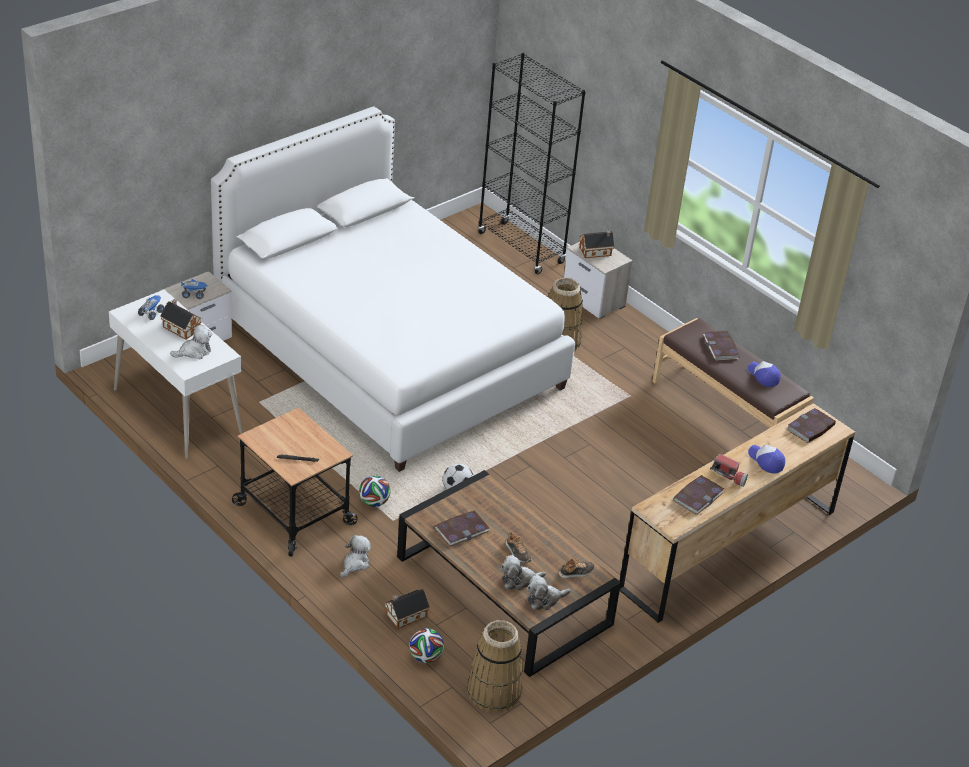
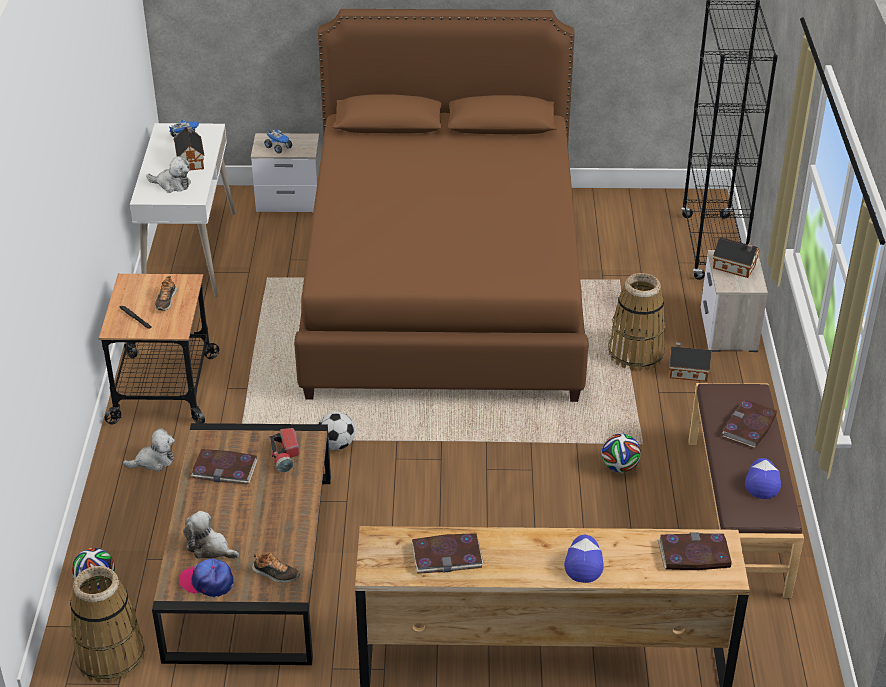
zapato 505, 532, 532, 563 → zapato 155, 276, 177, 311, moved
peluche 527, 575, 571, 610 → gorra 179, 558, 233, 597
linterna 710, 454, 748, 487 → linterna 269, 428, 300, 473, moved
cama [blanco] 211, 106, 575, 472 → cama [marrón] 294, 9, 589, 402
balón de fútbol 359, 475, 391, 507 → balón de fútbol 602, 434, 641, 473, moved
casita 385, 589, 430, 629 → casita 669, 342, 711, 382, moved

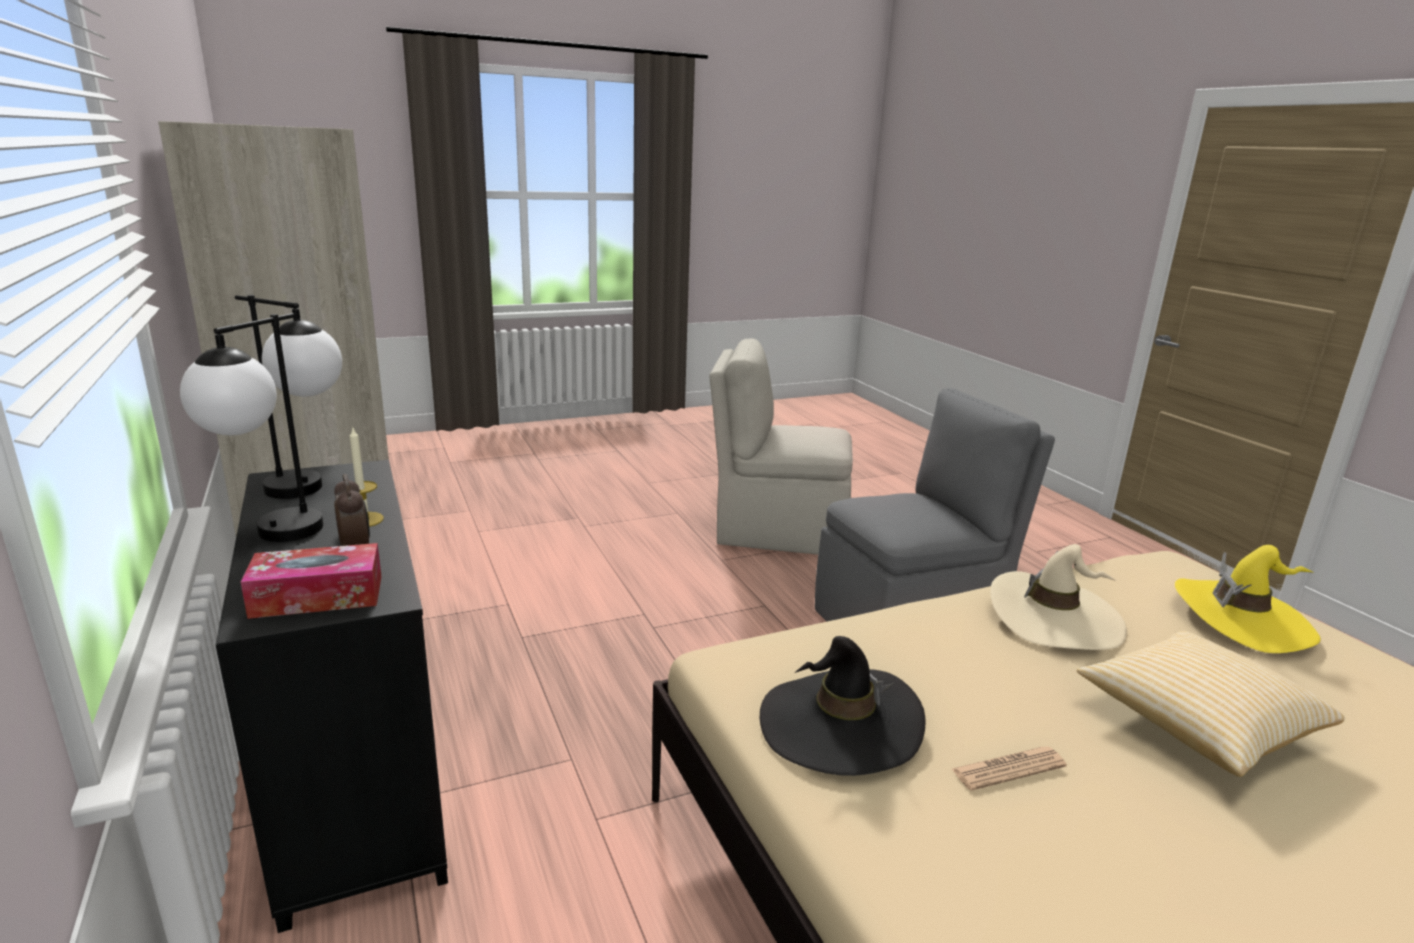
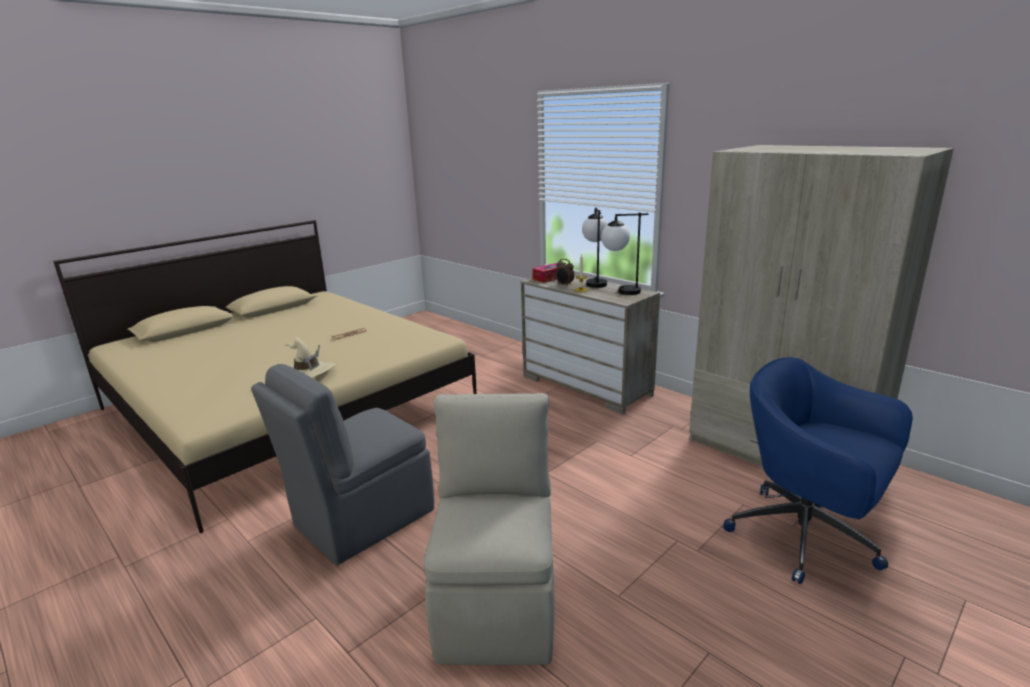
silla [beis] 709, 338, 853, 555 → silla [beis] 424, 393, 554, 665, 75 degrees counterclockwise
cómoda [negro] 216, 460, 448, 933 → cómoda [beis] 520, 275, 660, 414
- → silla de oficina [azul] 723, 357, 913, 584
sombrero [negro] 760, 636, 926, 776 → -
cojín 1077, 631, 1345, 777 → -
sombrero [amarillo] 1175, 545, 1321, 653 → -

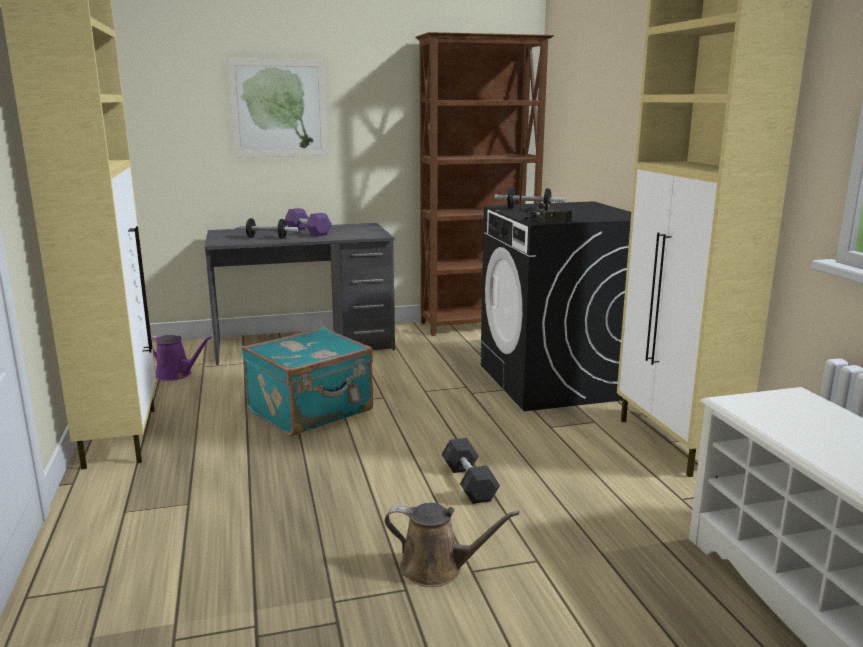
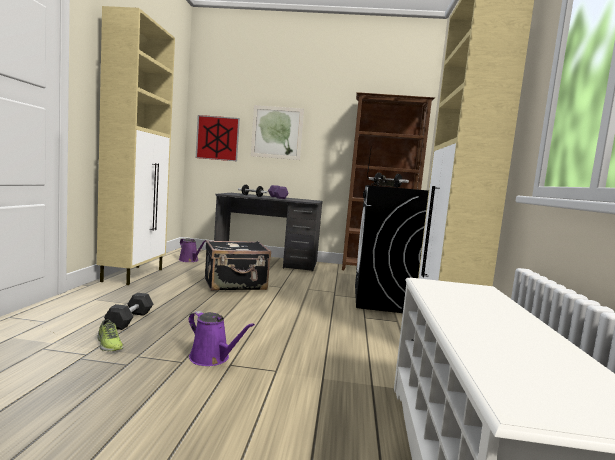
- → zapato 98, 319, 124, 351
mancuerna [gris] 441, 438, 500, 504 → mancuerna [gris] 104, 293, 153, 330, moved
regadera [marrón] 385, 503, 520, 587 → regadera [morado] 189, 311, 255, 366
- → cuadro 196, 115, 240, 161
maleta [turquesa] 242, 327, 373, 436 → maleta [negro] 205, 240, 271, 291

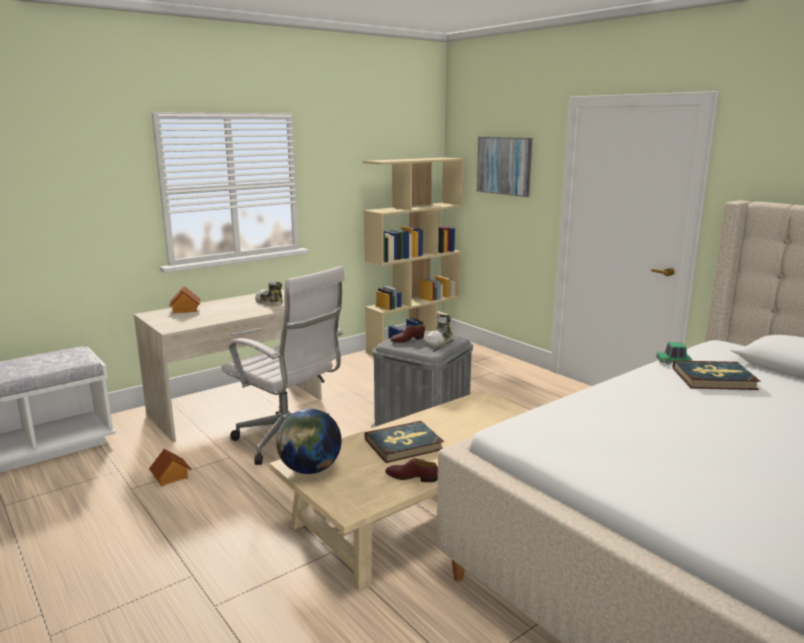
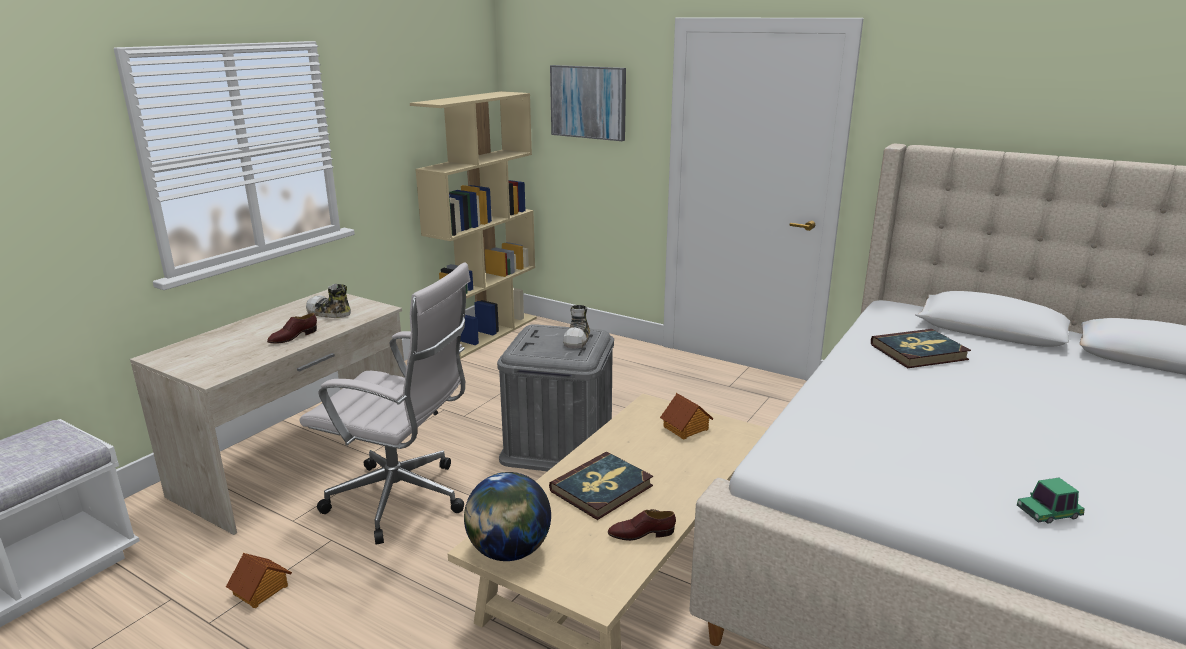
zapato [marrón] 390, 324, 425, 343 → zapato [marrón] 267, 313, 317, 343, moved
casita 169, 286, 200, 314 → casita 660, 393, 714, 439, moved
coche de juguete 656, 342, 692, 365 → coche de juguete 1017, 478, 1085, 524, moved

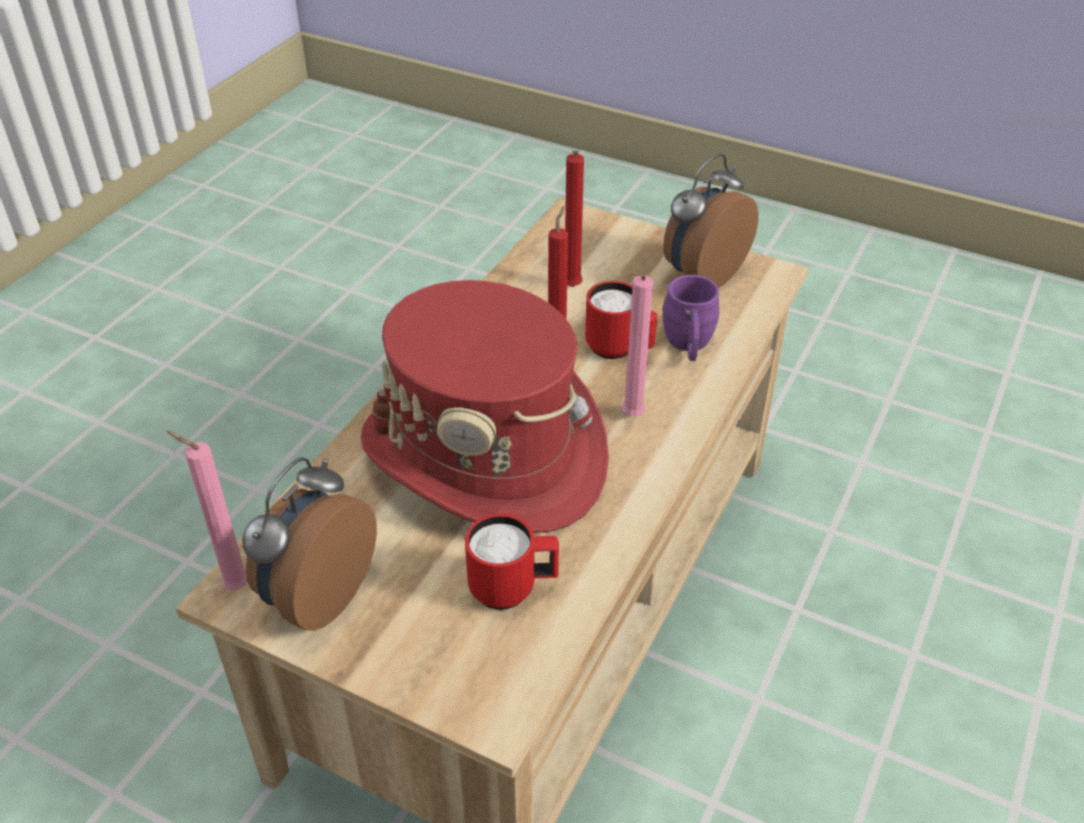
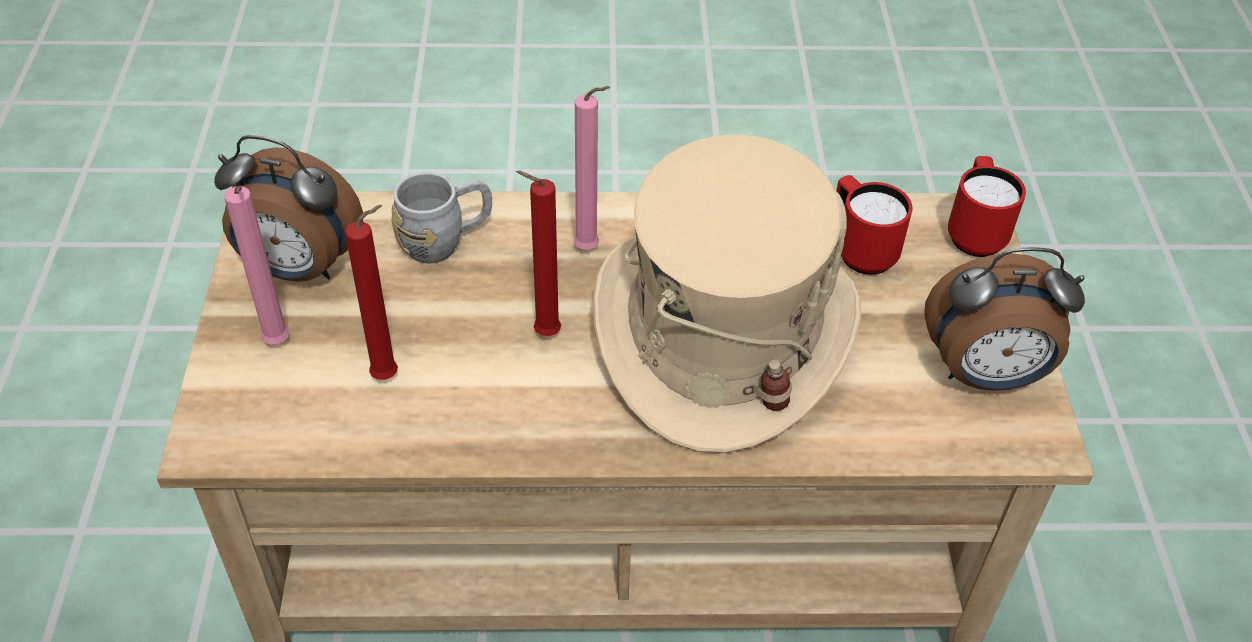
vela [rosa] 166, 431, 247, 590 → vela [rosa] 224, 186, 289, 344, moved
taza grande [morado] 662, 275, 720, 361 → taza grande [gris] 392, 172, 492, 263
sombrero [rojo] 361, 280, 609, 533 → sombrero [beis] 593, 134, 861, 453
taza grande [rojo] 585, 281, 657, 359 → taza grande [rojo] 948, 156, 1026, 257, moved

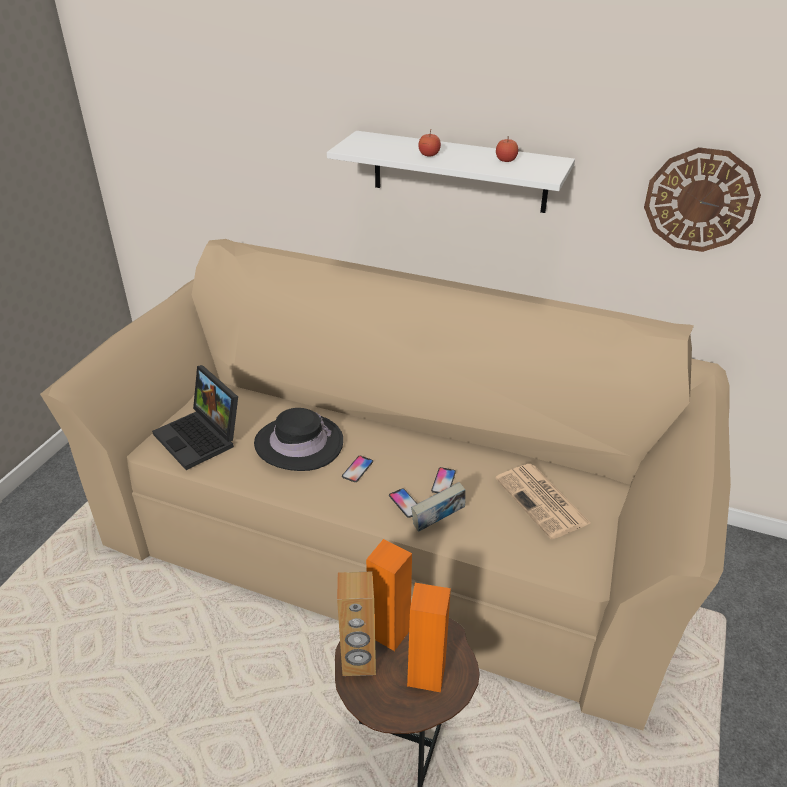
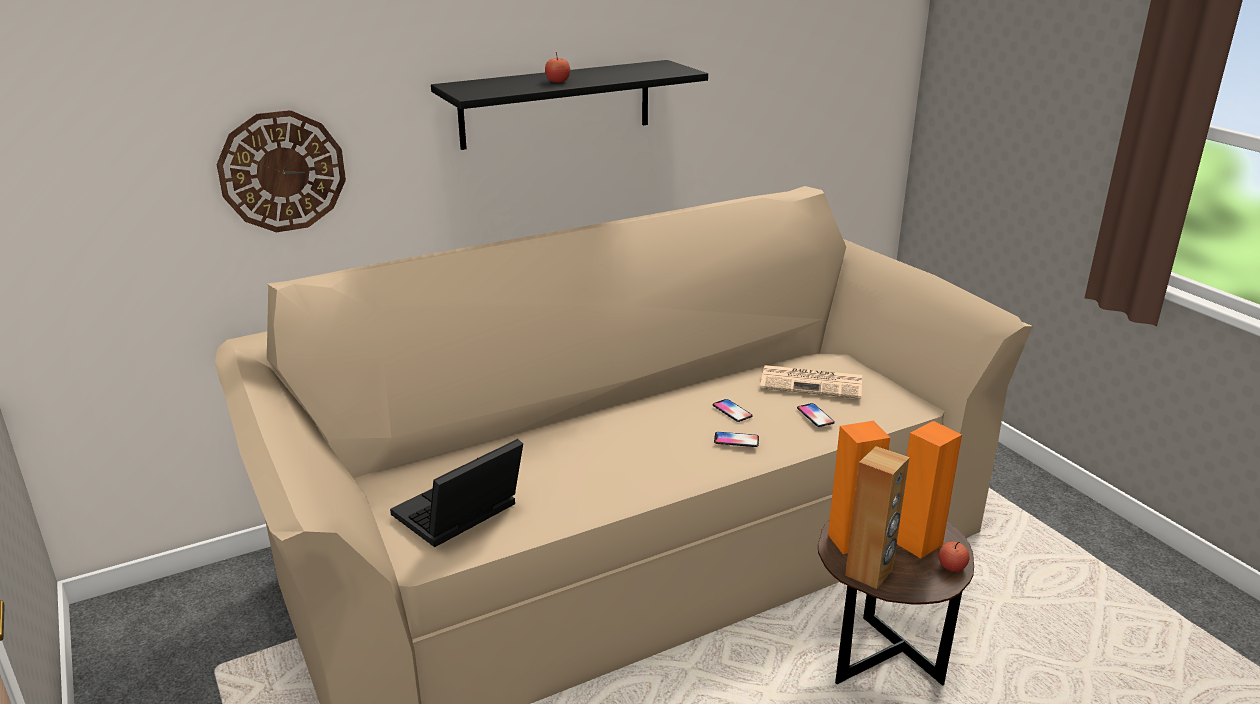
reloj de pared 644, 147, 761, 252 → reloj de pared 217, 110, 346, 232, moved
portátil 152, 365, 238, 470 → portátil 390, 439, 523, 547, 135 degrees clockwise
estante [blanco] 327, 131, 575, 213 → estante [negro] 431, 60, 708, 150
móvil 342, 456, 373, 482 → móvil 797, 403, 835, 427, moved
manzana 496, 139, 518, 162 → manzana 938, 541, 970, 572, moved
sombrero [negro] 254, 408, 343, 471 → -
libro 411, 482, 465, 532 → -

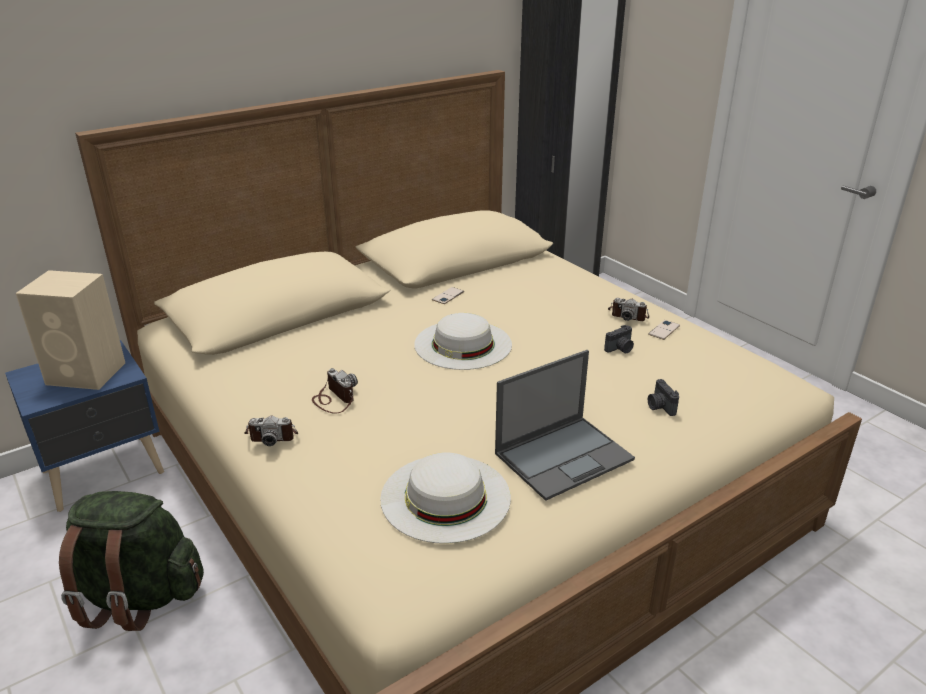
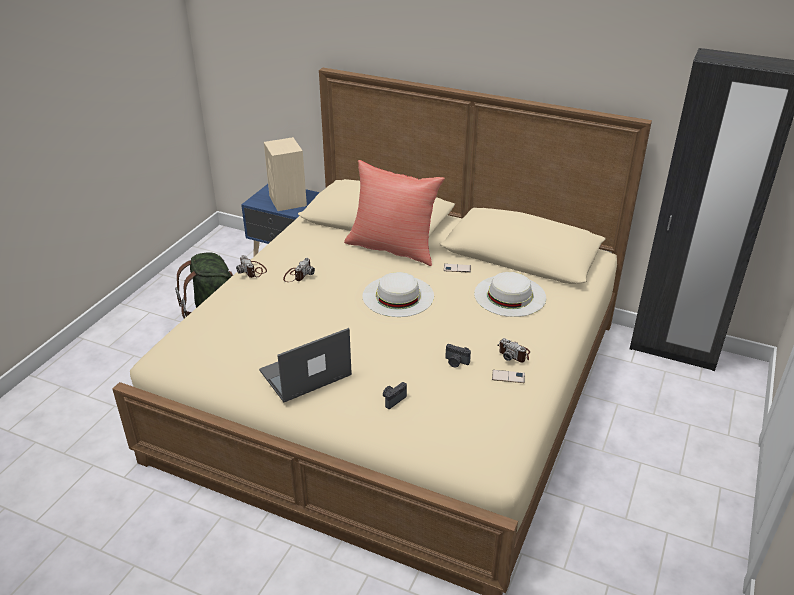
portátil 495, 350, 635, 501 → portátil 259, 328, 352, 402, 120 degrees clockwise
- → cojín [rojo] 344, 160, 445, 266
sombrero [blanco] 381, 452, 511, 544 → sombrero [blanco] 474, 272, 546, 317, moved
cámara 608, 298, 649, 321 → cámara 497, 338, 530, 362, 45 degrees counterclockwise

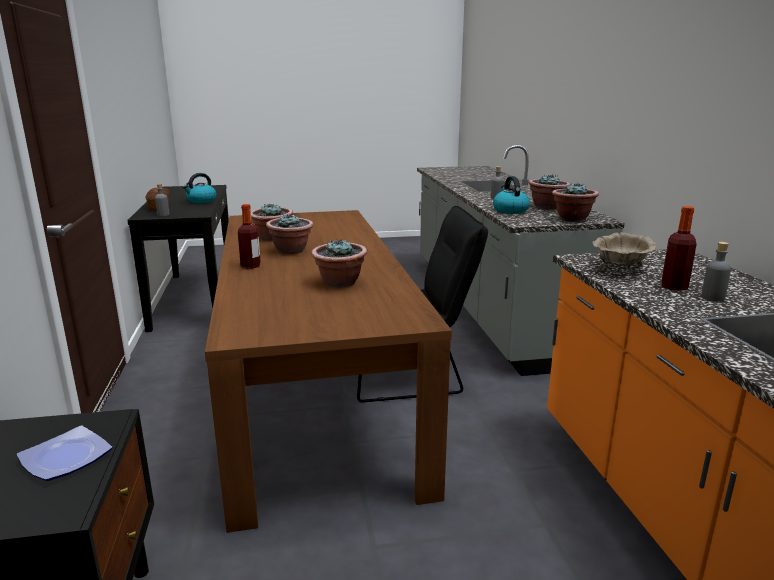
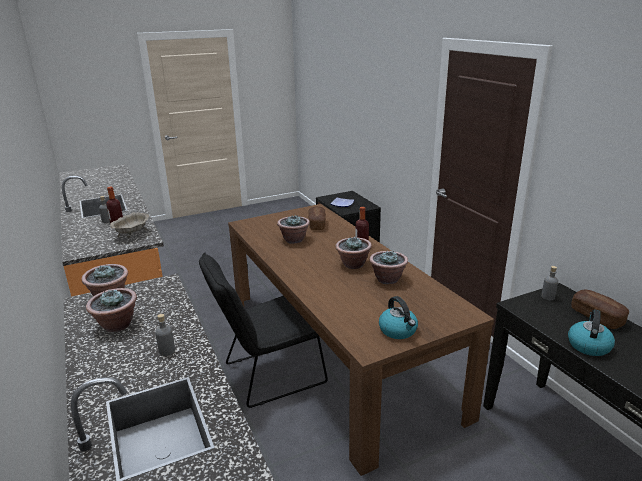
- → pan 308, 206, 326, 230
hervidor 493, 176, 530, 214 → hervidor 379, 296, 418, 339, moved

